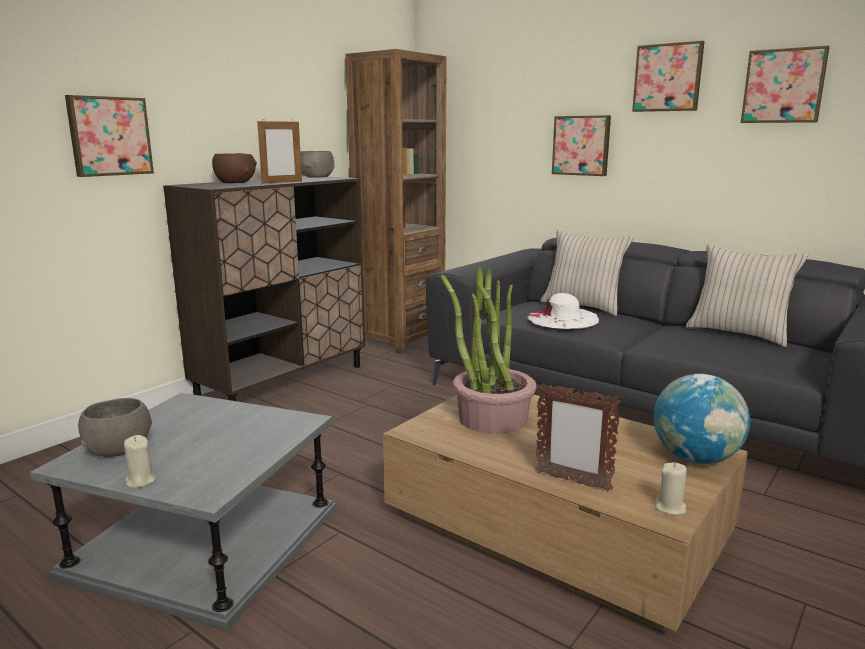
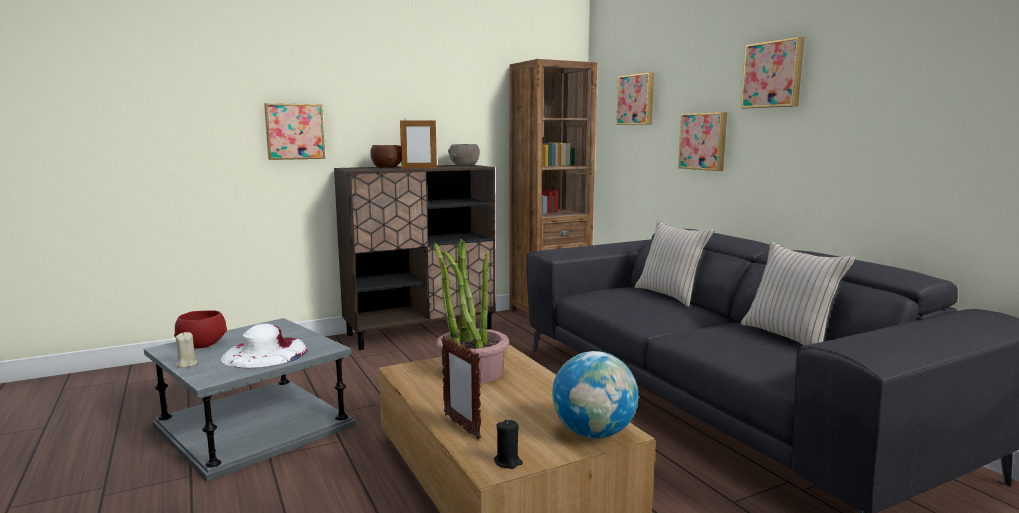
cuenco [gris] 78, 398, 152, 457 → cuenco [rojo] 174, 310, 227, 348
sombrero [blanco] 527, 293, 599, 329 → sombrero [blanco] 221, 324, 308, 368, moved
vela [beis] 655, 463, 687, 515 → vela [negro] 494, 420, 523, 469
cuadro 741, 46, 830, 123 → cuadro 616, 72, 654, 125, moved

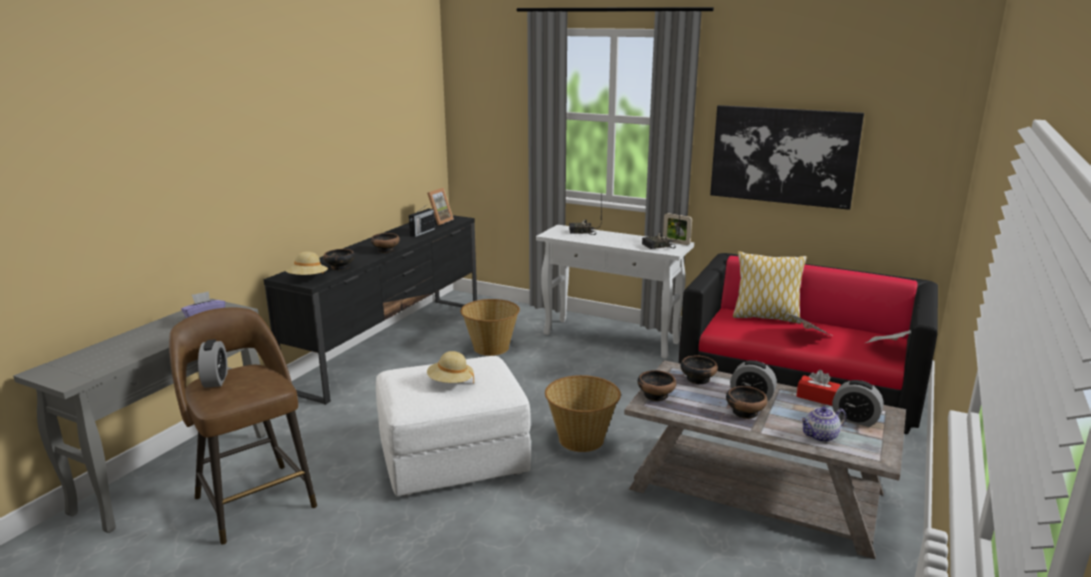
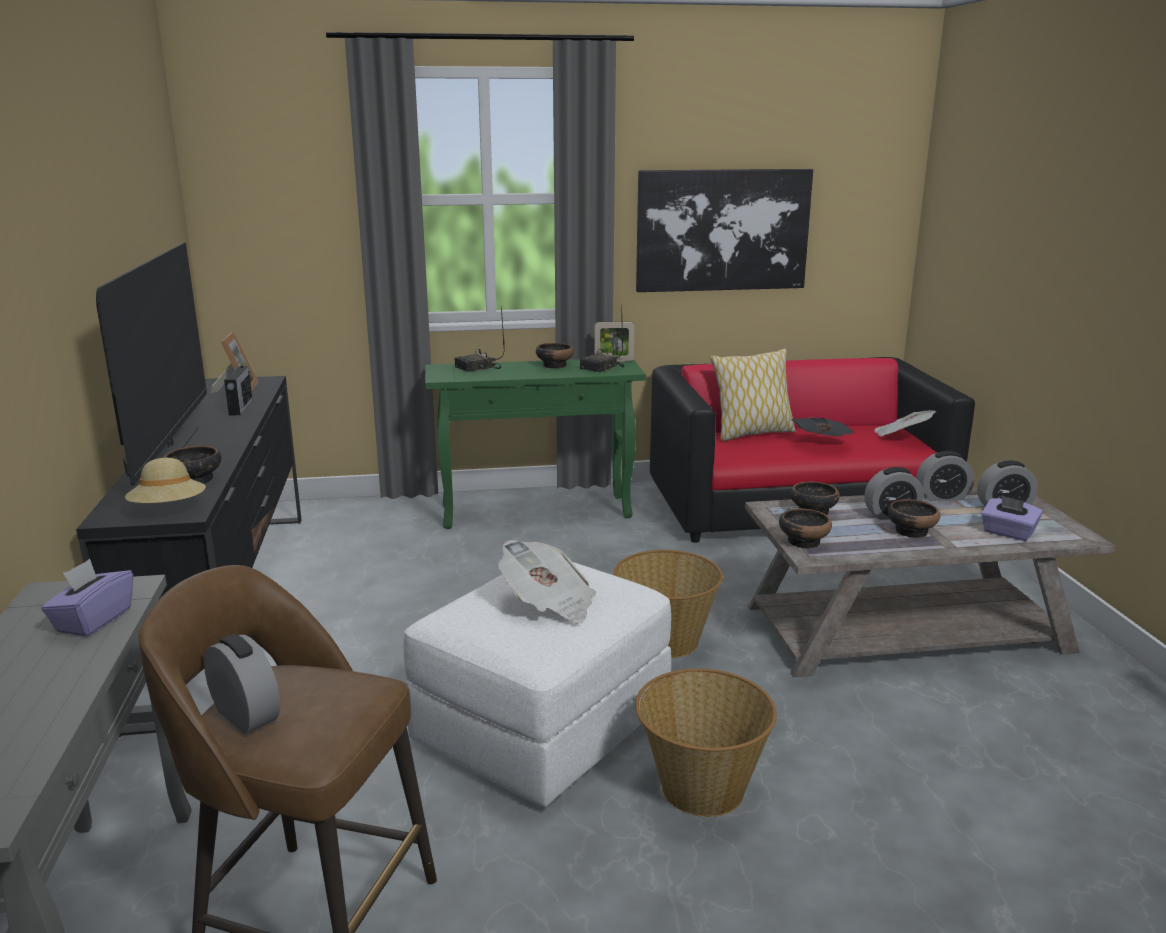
- → televisor 96, 242, 207, 485
mesa consola [blanco] 536, 225, 694, 359 → mesa consola [verde] 425, 359, 646, 529
sombrero [beis] 427, 351, 474, 384 → periódico 498, 540, 596, 624
cuenco 371, 233, 400, 253 → cuenco 536, 343, 574, 369, moved
cesta 460, 299, 520, 356 → cesta 635, 668, 777, 817, moved
caja de pañuelos [rojo] 796, 370, 841, 406 → despertador 916, 451, 974, 501
tetera 800, 406, 846, 442 → caja de pañuelos [morado] 981, 495, 1043, 541

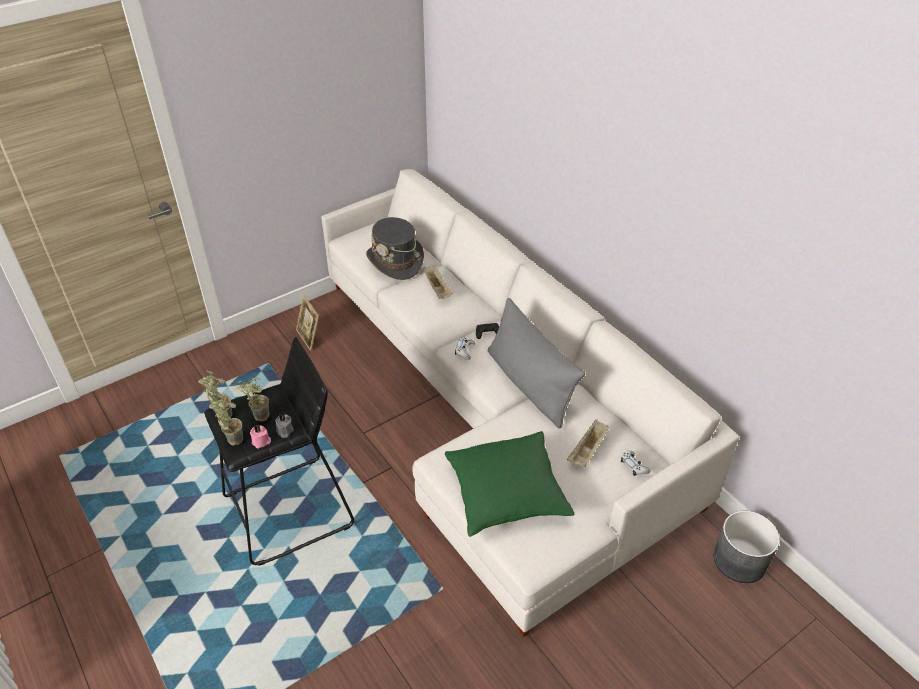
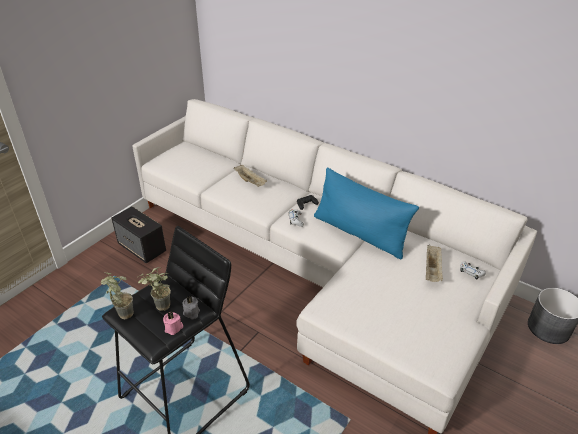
portarretratos 296, 295, 319, 351 → altavoz 111, 206, 166, 263
cojín [gris] 488, 298, 586, 429 → cojín [azul] 314, 167, 419, 260
planta en maceta 209, 395, 243, 446 → -
sombrero [gris] 366, 217, 424, 280 → -
cojín [verde] 445, 431, 574, 537 → -

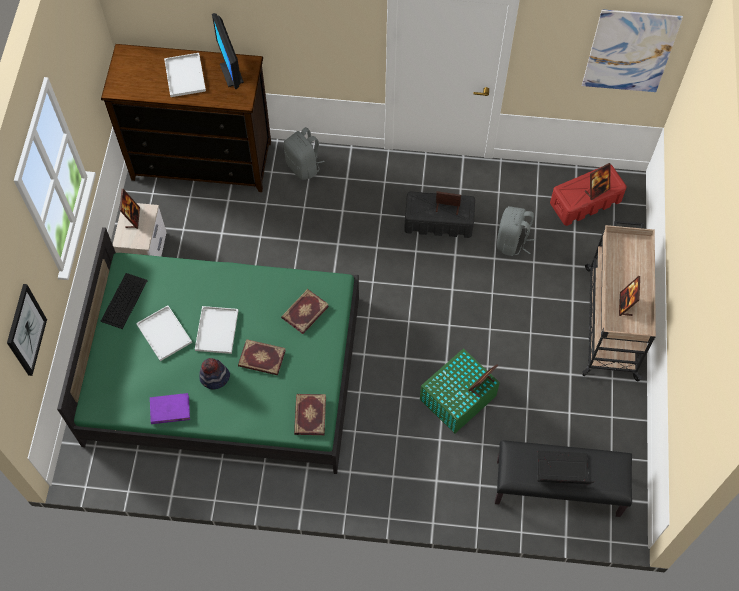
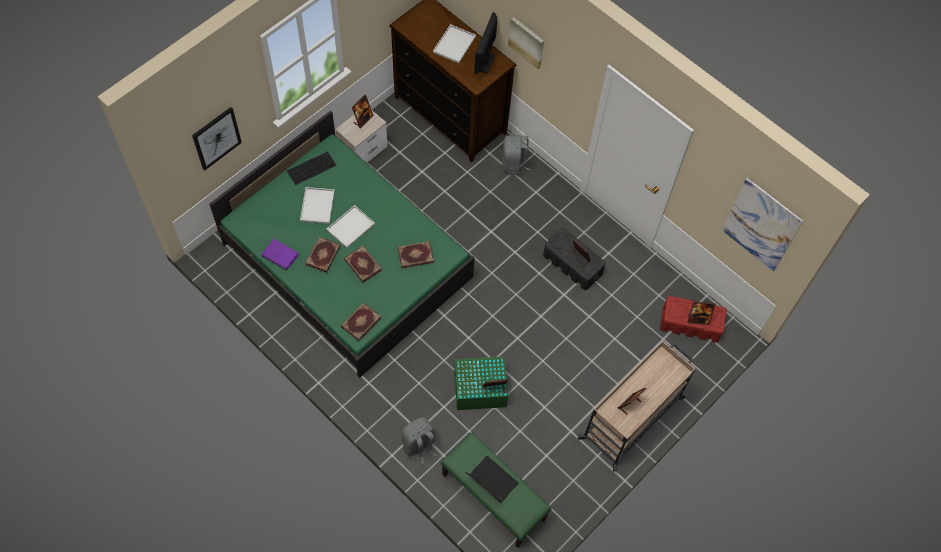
sombrero 199, 358, 230, 389 → libro 306, 237, 341, 273
mochila [gris] 497, 206, 534, 256 → mochila [gris] 402, 417, 437, 465, moved
banco [negro] 495, 440, 632, 517 → banco [verde] 441, 432, 551, 548
- → cuadro 508, 17, 544, 69

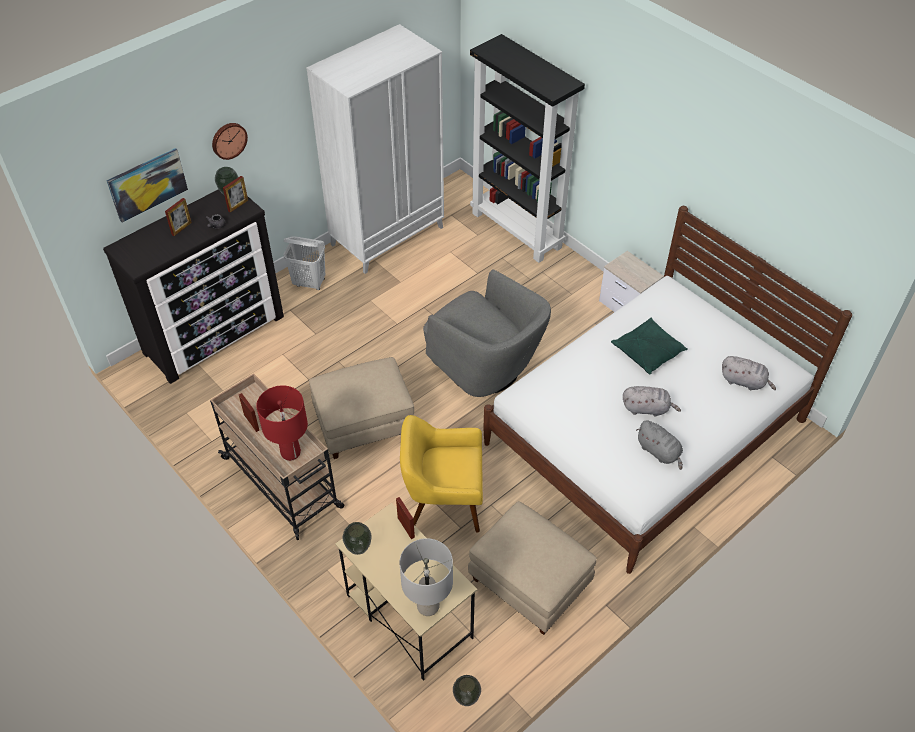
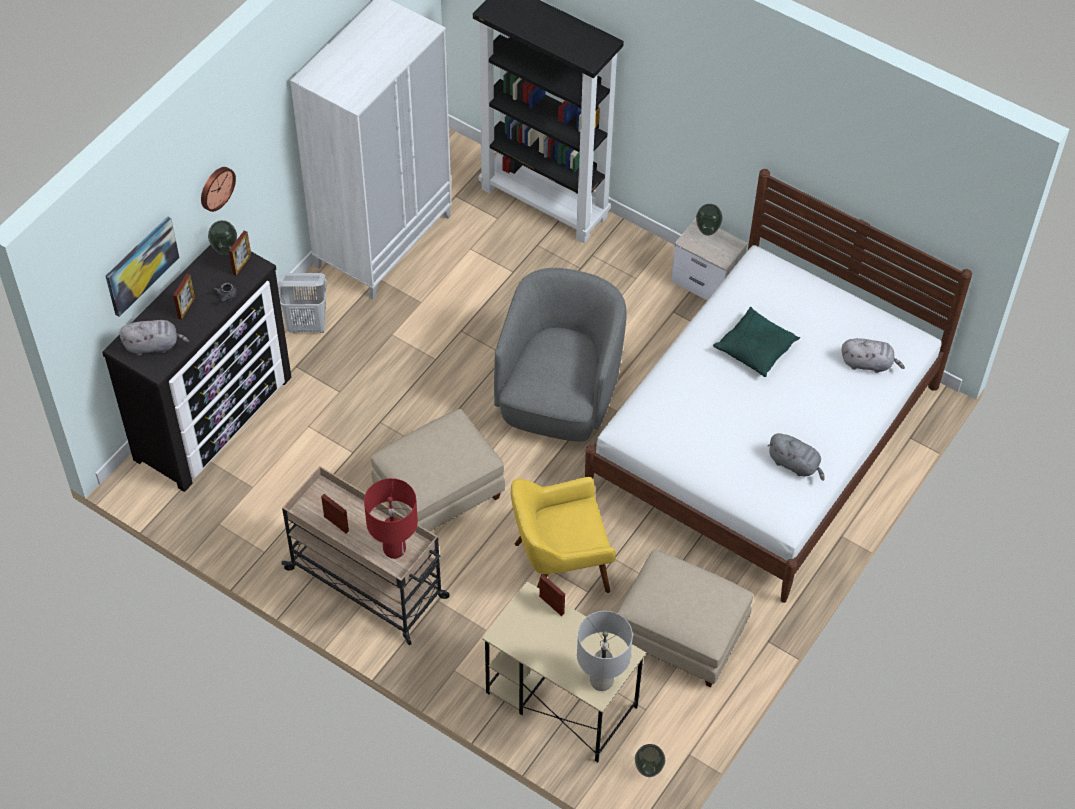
peluche [gris] 623, 386, 681, 417 → peluche [gris] 119, 320, 189, 356, moved
sillón [gris] 423, 269, 551, 397 → sillón [gris] 494, 268, 627, 441, 105 degrees counterclockwise
florero 343, 522, 372, 555 → florero 696, 204, 723, 236, moved

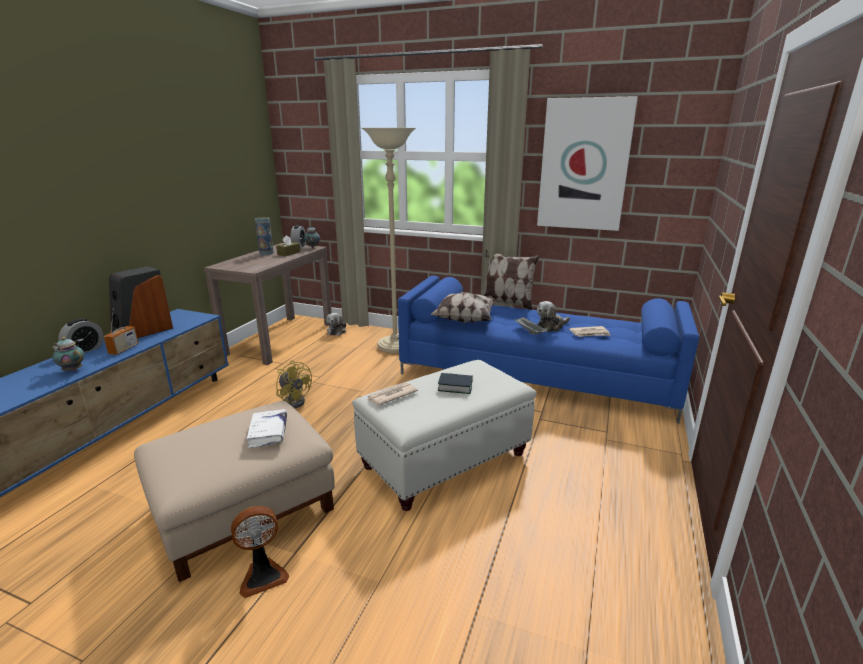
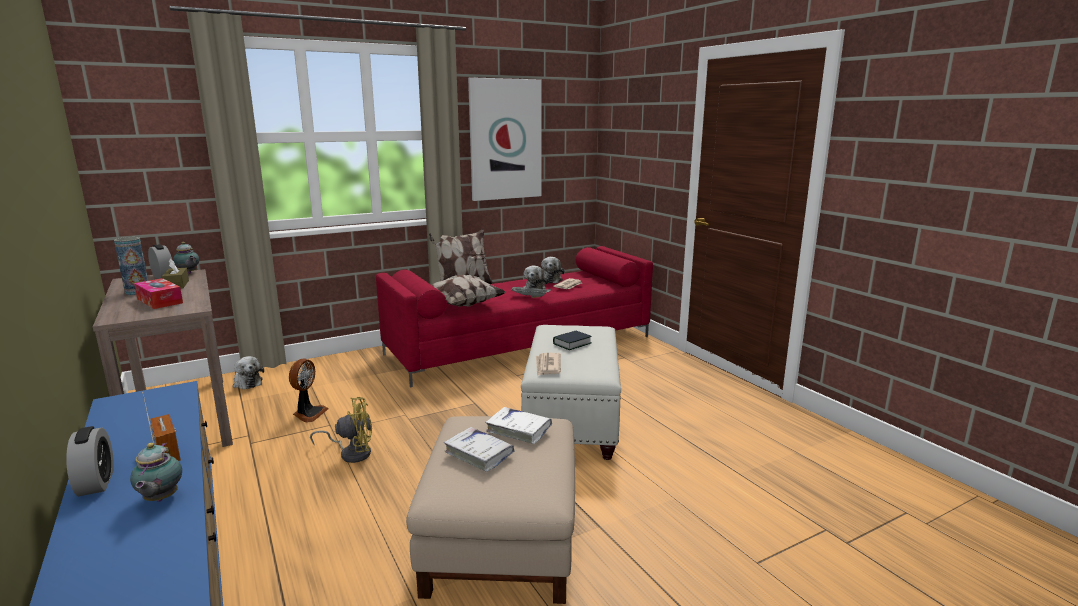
tetera 51, 337, 85, 371 → tetera 130, 443, 182, 502, 75 degrees counterclockwise
- → caja de pañuelos 134, 278, 183, 309
ventilador 231, 506, 289, 598 → ventilador 289, 359, 329, 423, moved
sofá [azul] 398, 276, 699, 424 → sofá [rojo] 376, 246, 653, 388
- → libro [blanco] 444, 427, 514, 472
- → peluche 541, 257, 565, 283
altavoz 109, 266, 173, 338 → -
lámpara de pie [beis] 362, 128, 416, 353 → -

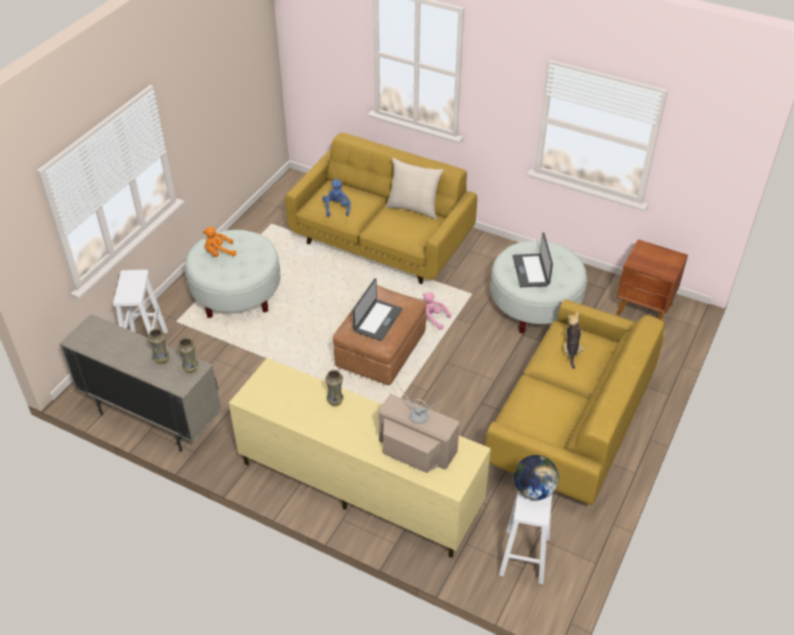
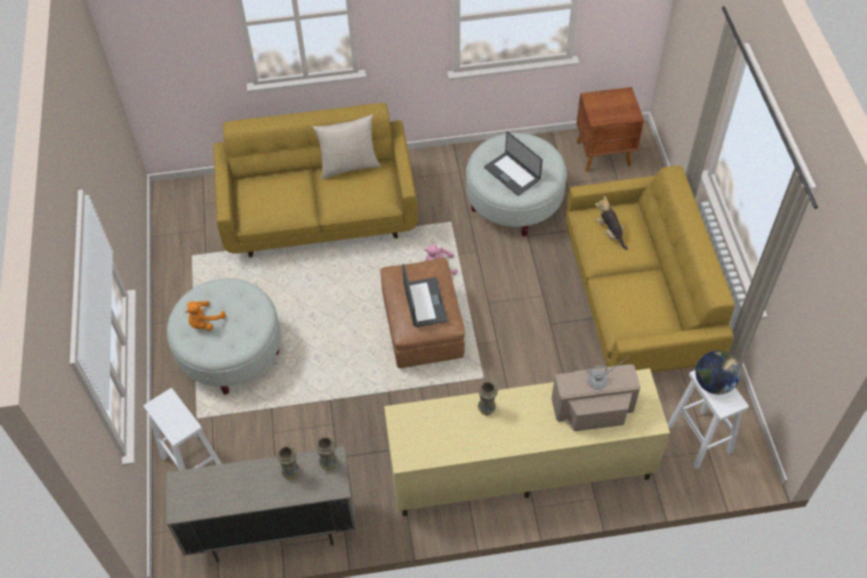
peluche [azul] 322, 179, 351, 217 → -

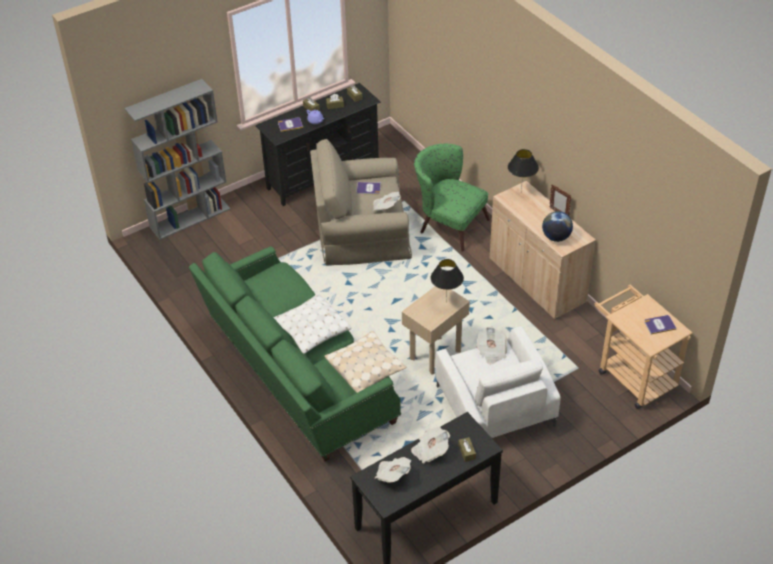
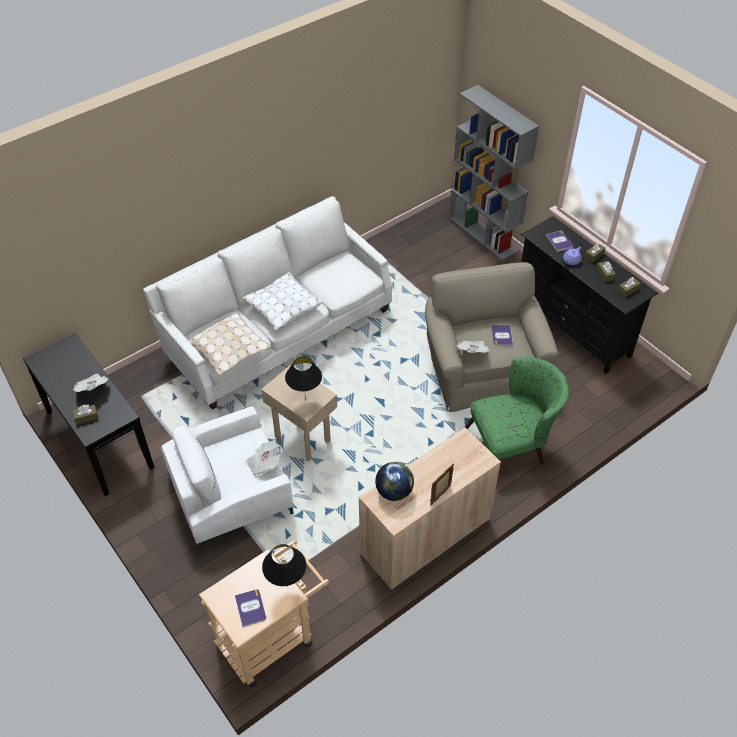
sofá [verde] 189, 246, 401, 462 → sofá [blanco] 143, 196, 392, 410
lámpara de mesa [negro] 508, 149, 539, 191 → lámpara de mesa [negro] 262, 544, 306, 588, moved
sillón [verde] 414, 144, 490, 252 → sillón [verde] 464, 357, 569, 464, 45 degrees clockwise
periódico 375, 457, 411, 483 → -

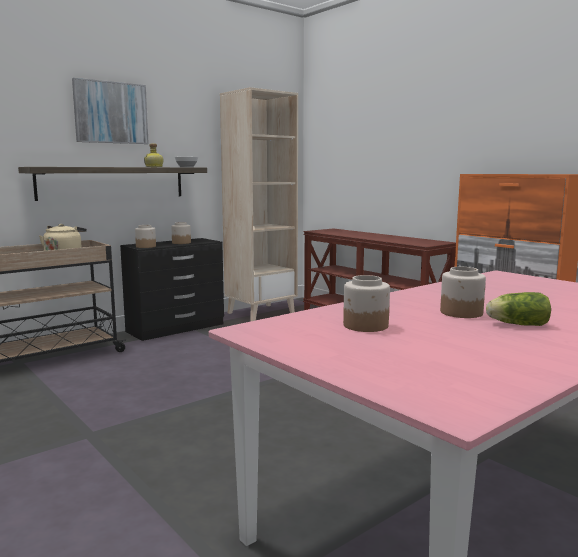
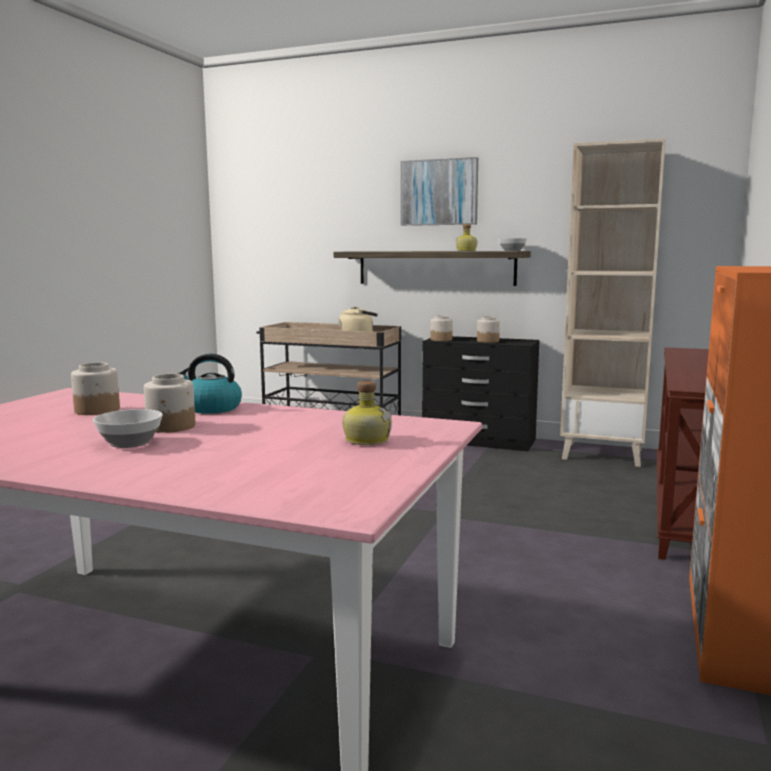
lechuga 486, 292, 551, 326 → cuenco 93, 409, 163, 448
- → hervidor 178, 354, 242, 414
- → botella 342, 381, 392, 445

